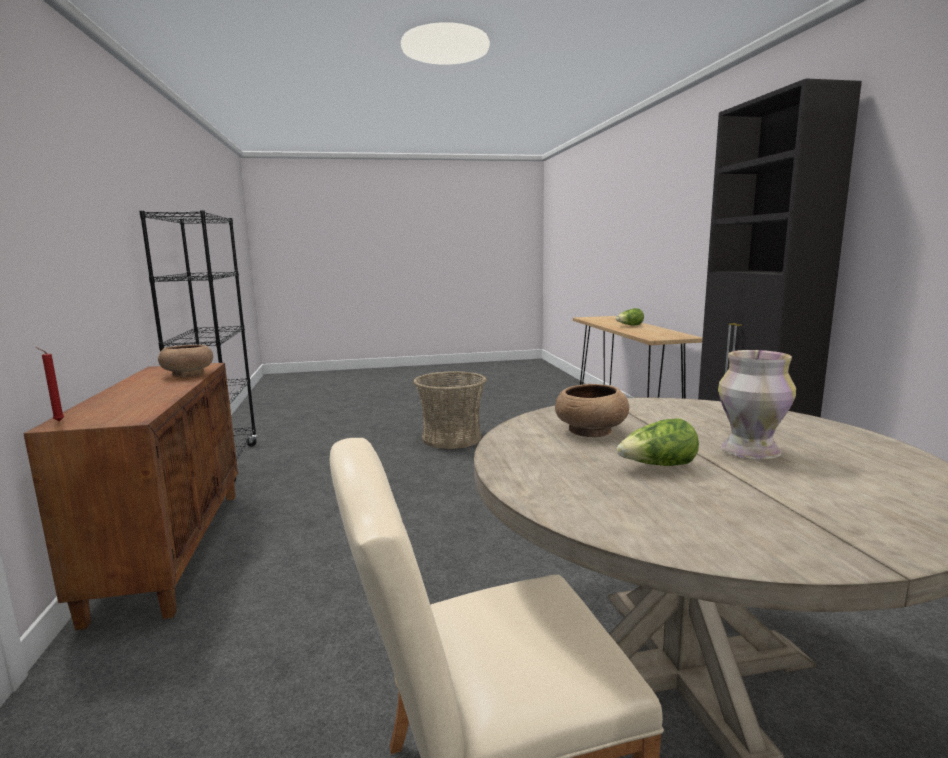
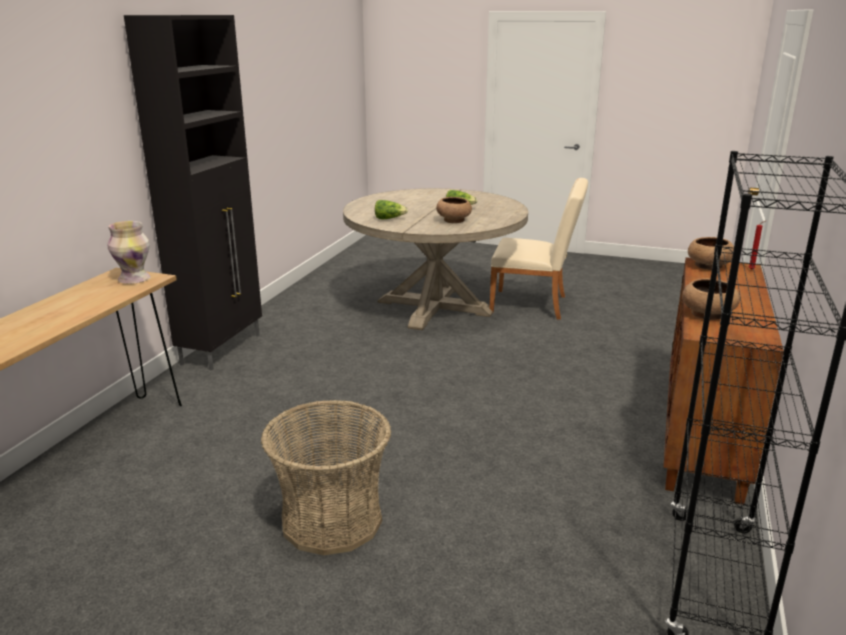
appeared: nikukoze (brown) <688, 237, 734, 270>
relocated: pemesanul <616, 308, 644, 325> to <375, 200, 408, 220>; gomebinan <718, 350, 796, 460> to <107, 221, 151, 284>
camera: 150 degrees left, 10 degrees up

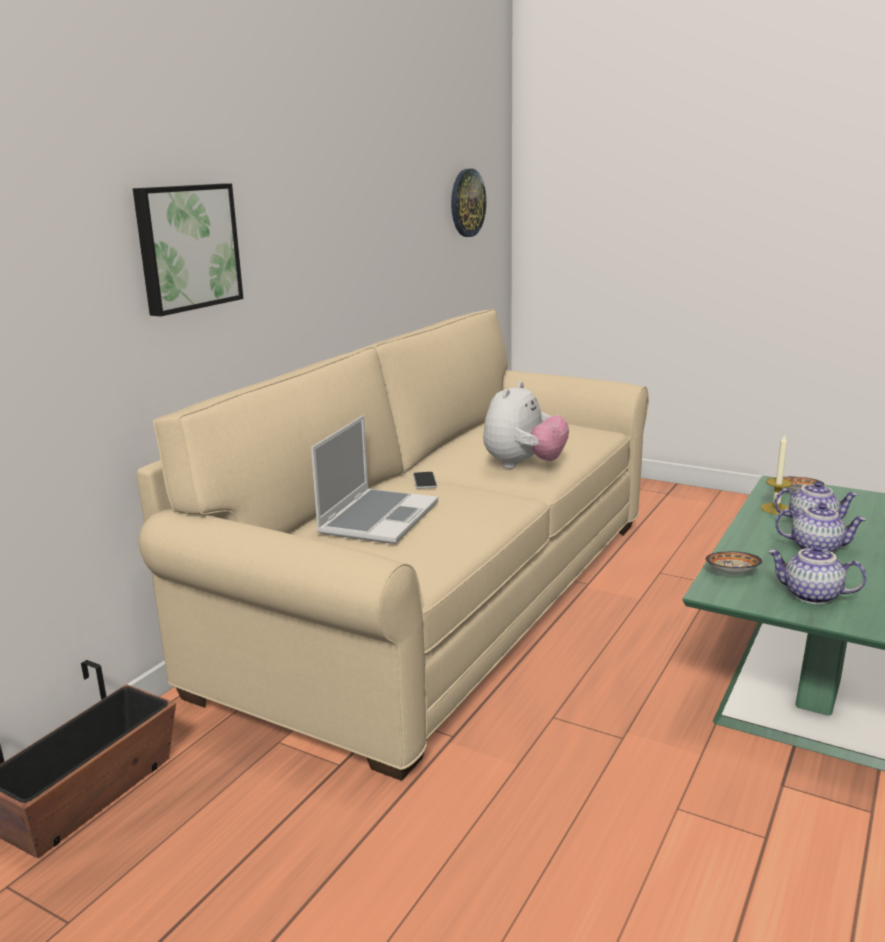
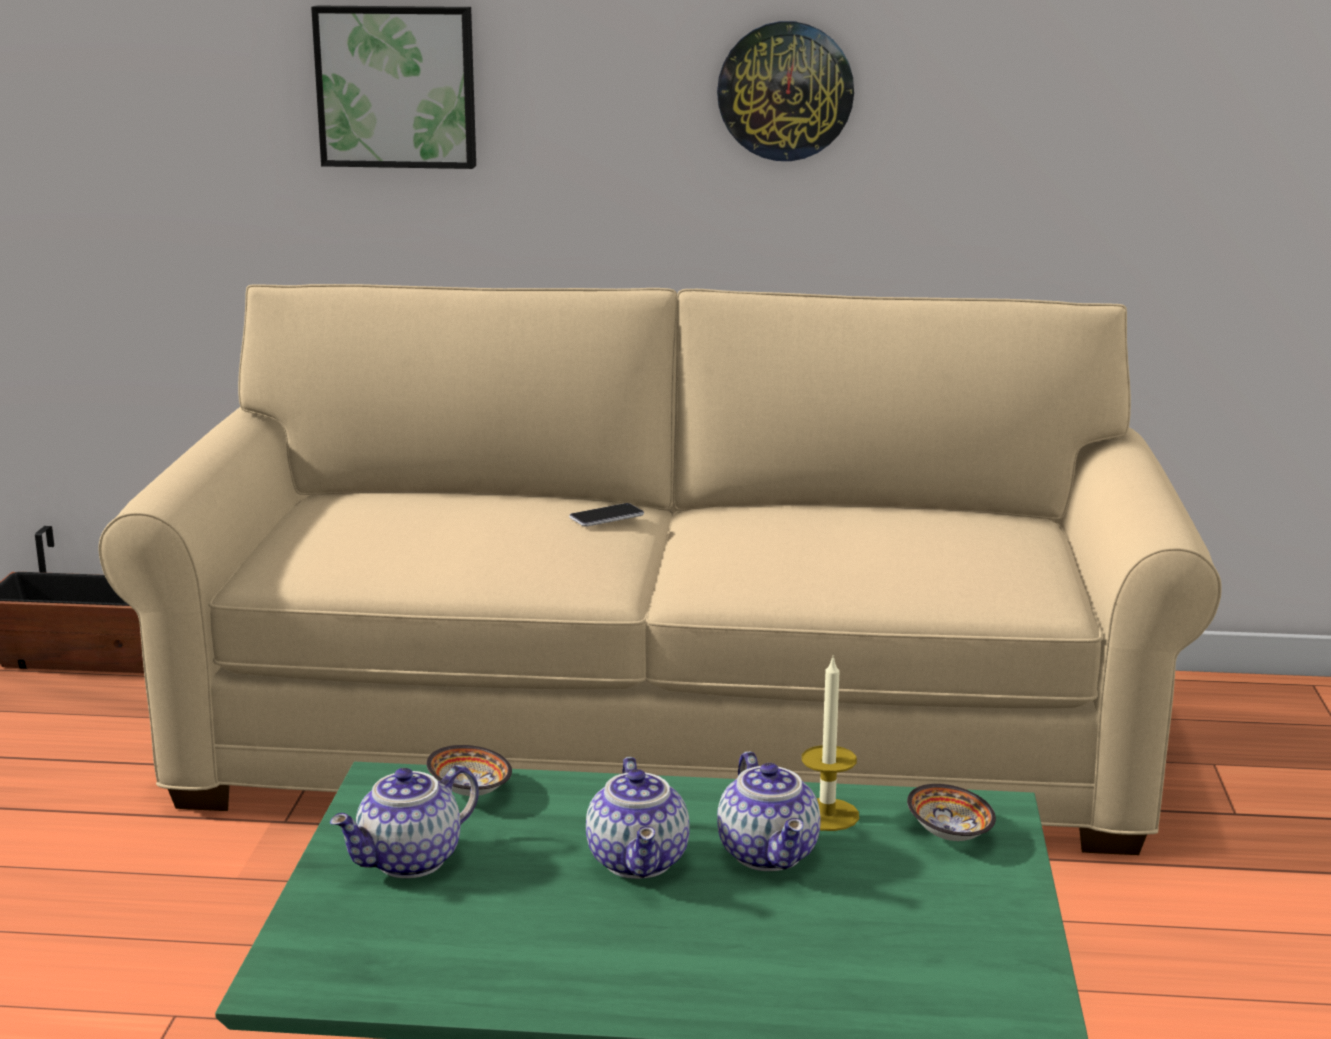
missing: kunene <311, 415, 438, 544>; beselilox <483, 381, 569, 469>
relocated: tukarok <451, 169, 486, 237> to <717, 21, 854, 161>
spun: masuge <768, 545, 867, 604> = <330, 765, 479, 878> 135 degrees counterclockwise
camera: 65 degrees right, 0 degrees up

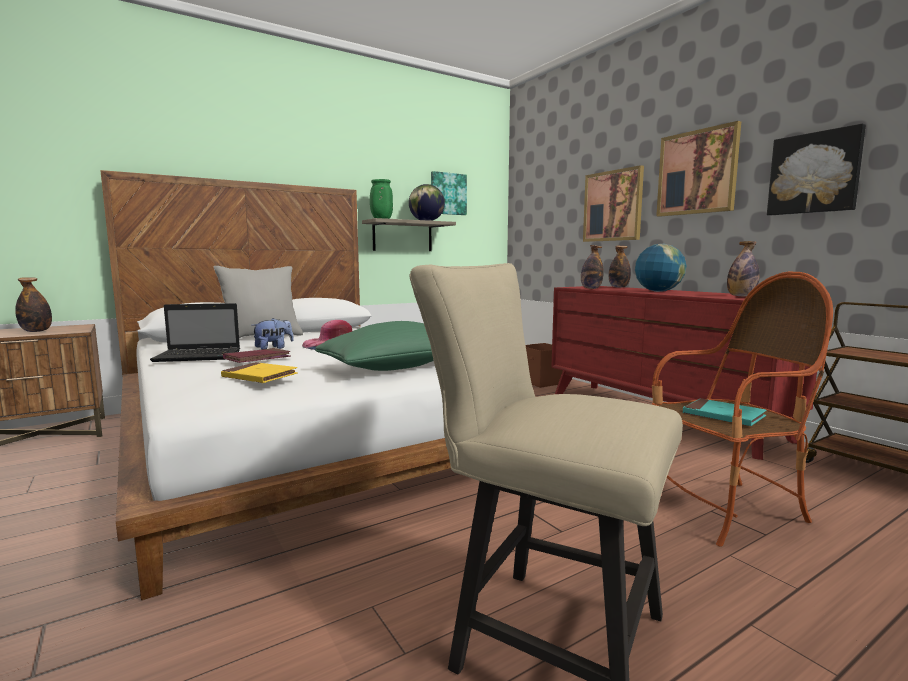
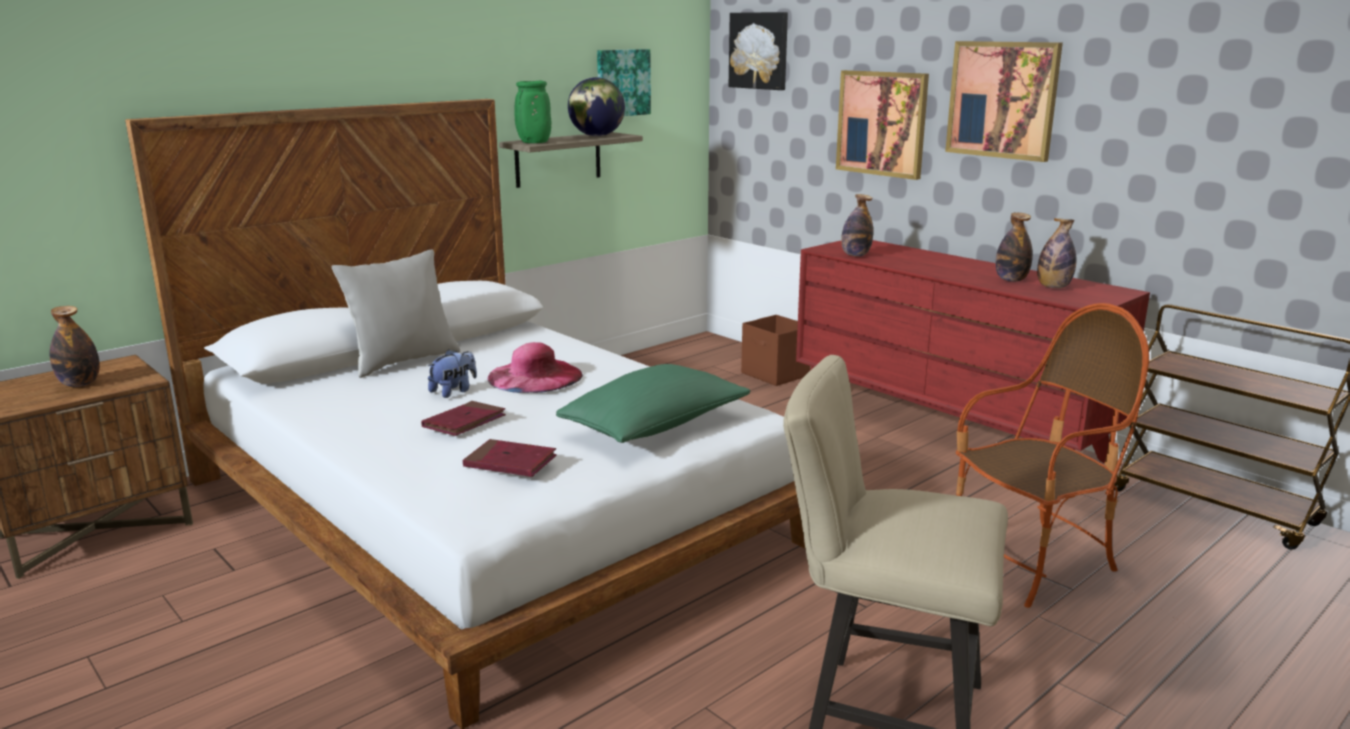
missing: kunene <150, 303, 240, 362>; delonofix <635, 244, 686, 292>; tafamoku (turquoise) <683, 398, 767, 426>
relocated: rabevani <609, 246, 631, 288> to <996, 213, 1033, 282>; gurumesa <767, 124, 866, 215> to <729, 12, 788, 90>
colour: tafamoku (yellow) <221, 362, 298, 383> to tafamoku (red) <463, 439, 557, 477>
camera: 10 degrees left, 10 degrees up

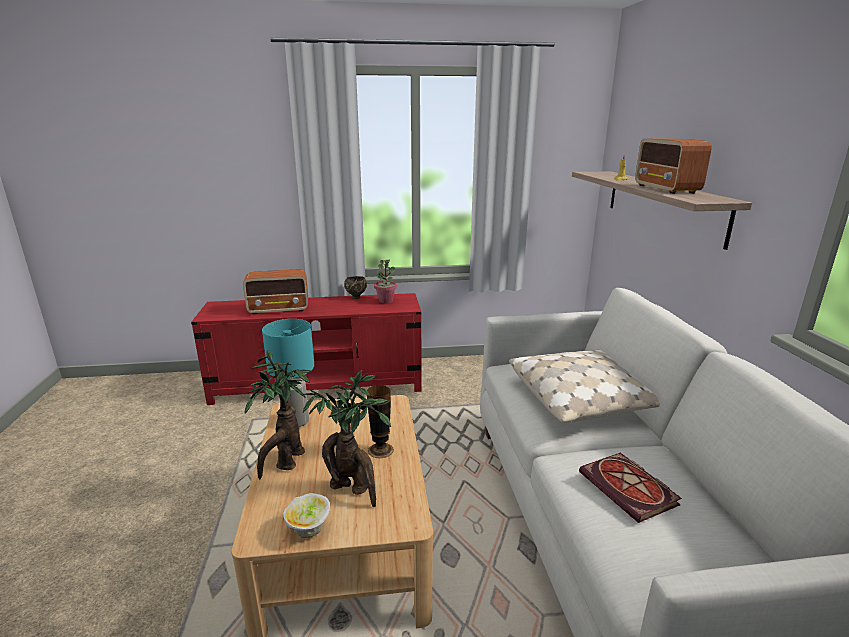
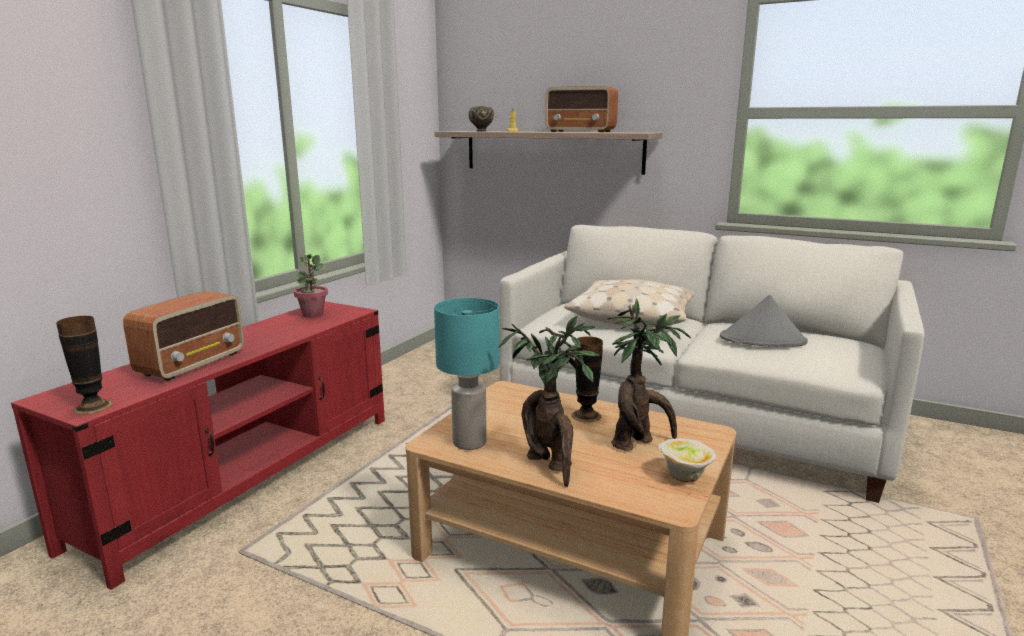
appeared: gomebinan <56, 316, 113, 415>
relocated: nikukoze (brown) <344, 276, 367, 299> to <468, 106, 494, 131>
exchanged: tafamoku <579, 453, 682, 523> to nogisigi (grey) <720, 295, 808, 347>
camera: 55 degrees left, 5 degrees down

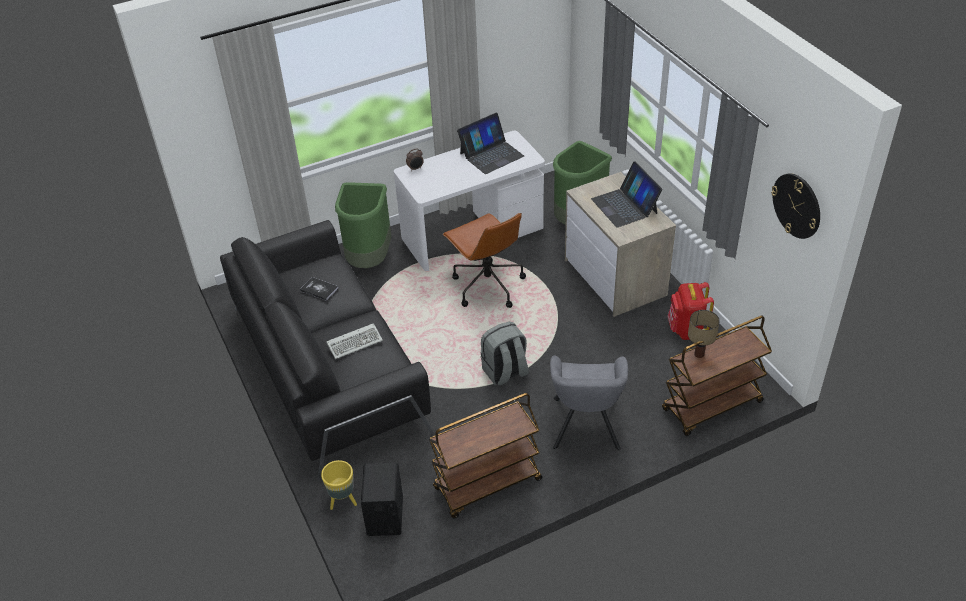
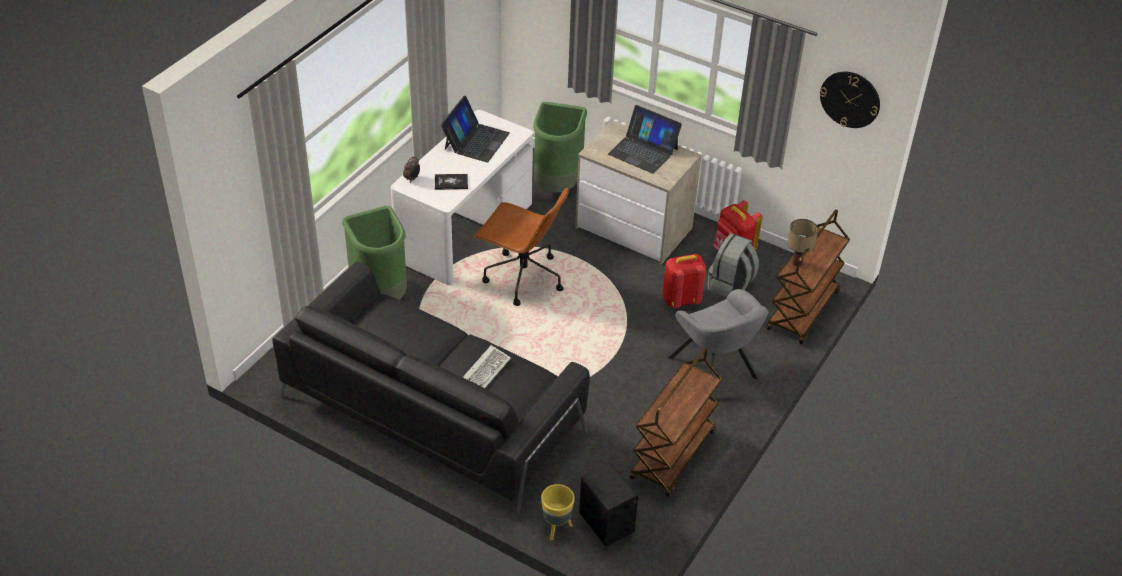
appeared: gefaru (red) <662, 254, 706, 308>
relocated: tafamoku <300, 277, 338, 301> to <435, 174, 468, 190>; gefaru (grey) <481, 322, 529, 386> to <707, 233, 759, 298>
camera: 35 degrees left, 0 degrees up

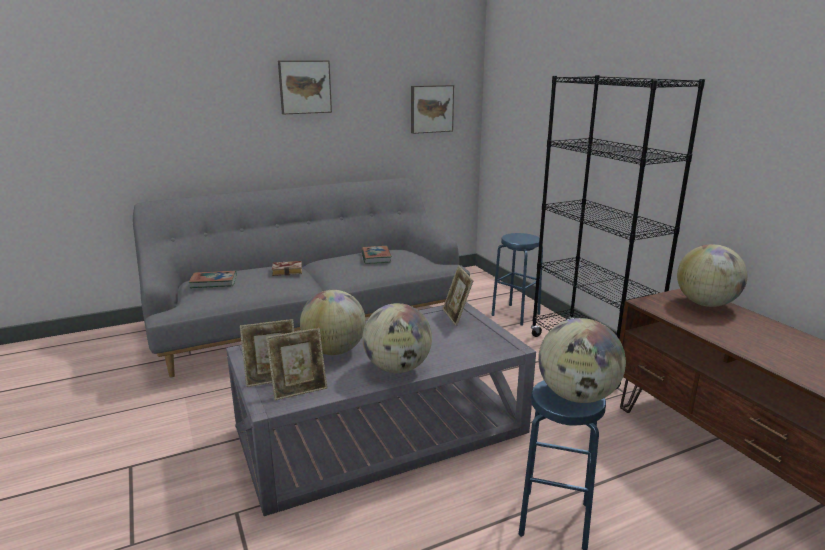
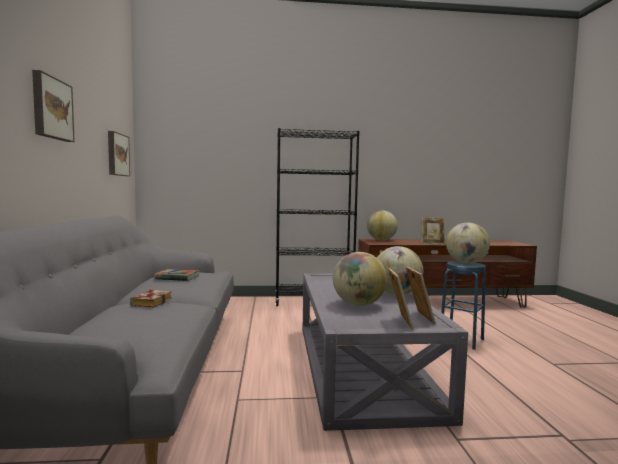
missing: tafamoku <189, 270, 237, 288>; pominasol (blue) <492, 233, 543, 326>
relocated: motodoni <443, 265, 473, 326> to <421, 217, 445, 245>
camera: 70 degrees left, 15 degrees down

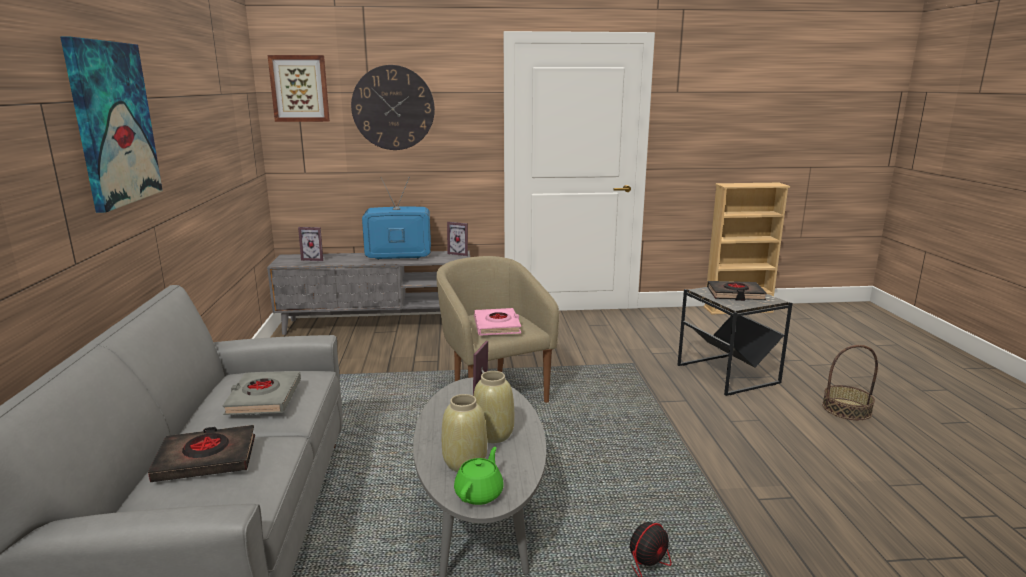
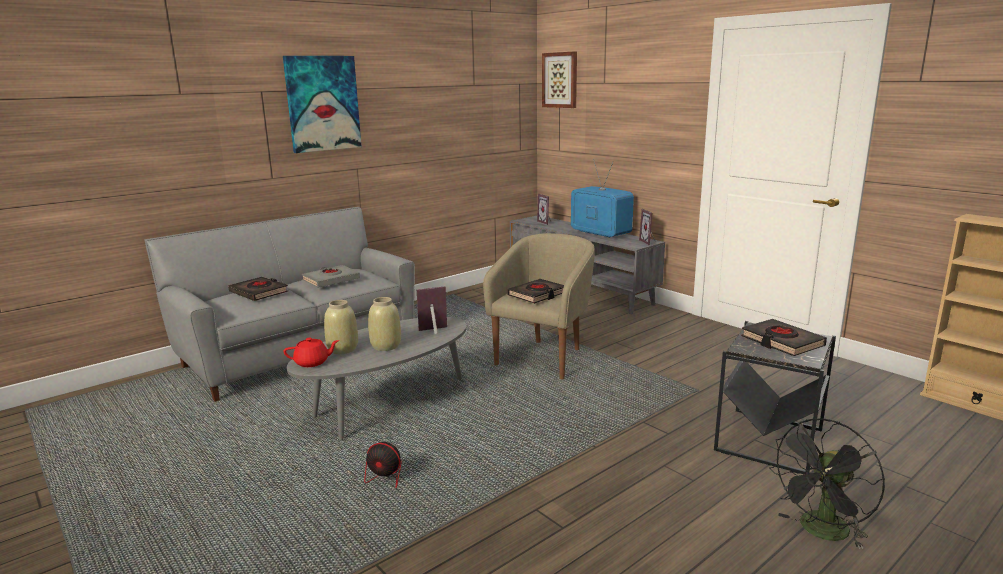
missing: tukarok <351, 65, 435, 150>
exchanged: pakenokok <822, 345, 878, 420> to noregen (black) <769, 418, 885, 549>
colour: masuge (green) <454, 447, 503, 505> to masuge (red) <283, 337, 339, 367>; tafamoku (pink) <474, 308, 521, 336> to tafamoku (black) <507, 279, 564, 304>
camera: 55 degrees right, 0 degrees up

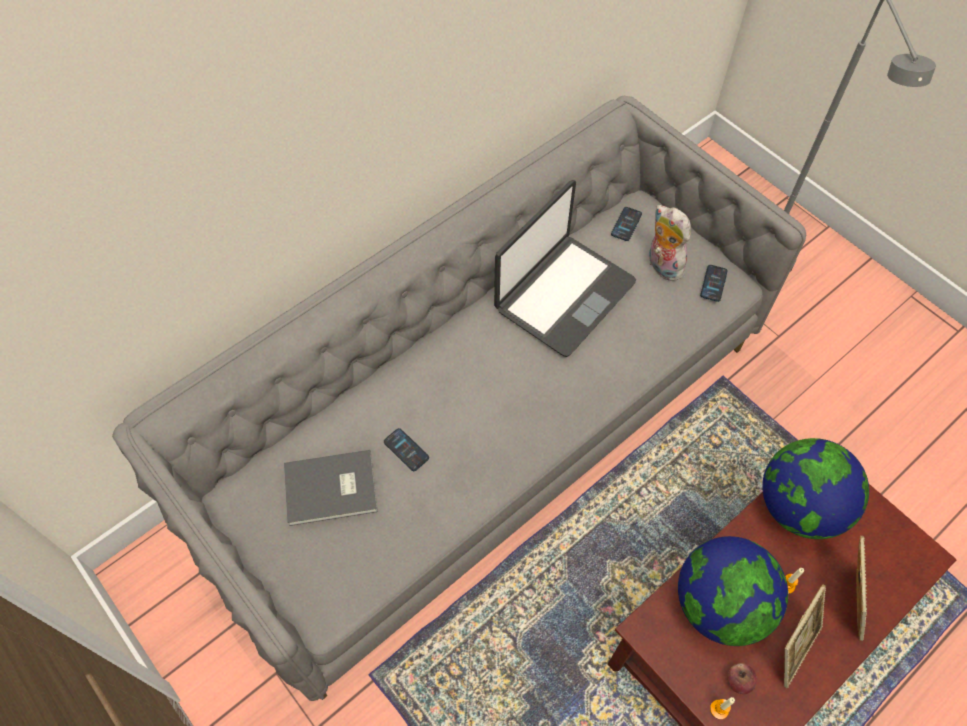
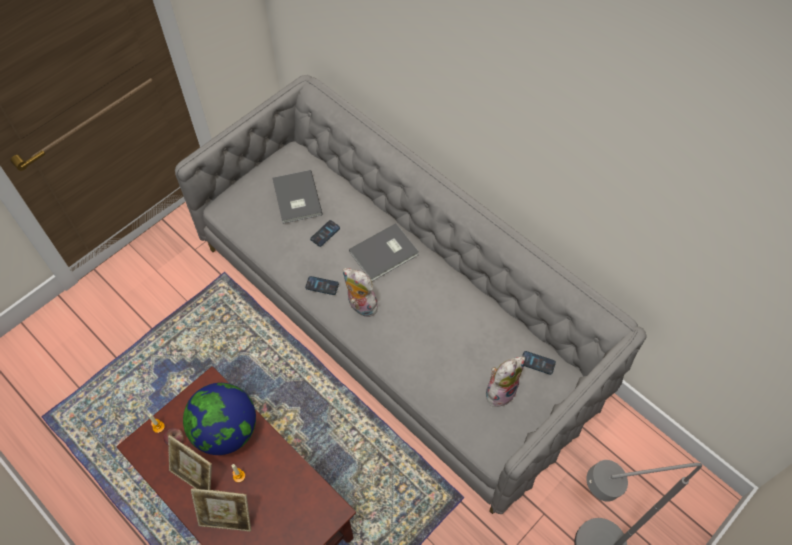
missing: kunene <494, 180, 636, 357>; delonofix <762, 438, 869, 539>
appeared: beselilox <343, 268, 382, 317>; tafamoku (grey) <349, 223, 419, 281>
relocated: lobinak <700, 265, 727, 302> to <305, 276, 339, 295>
camera: 85 degrees right, 0 degrees up

